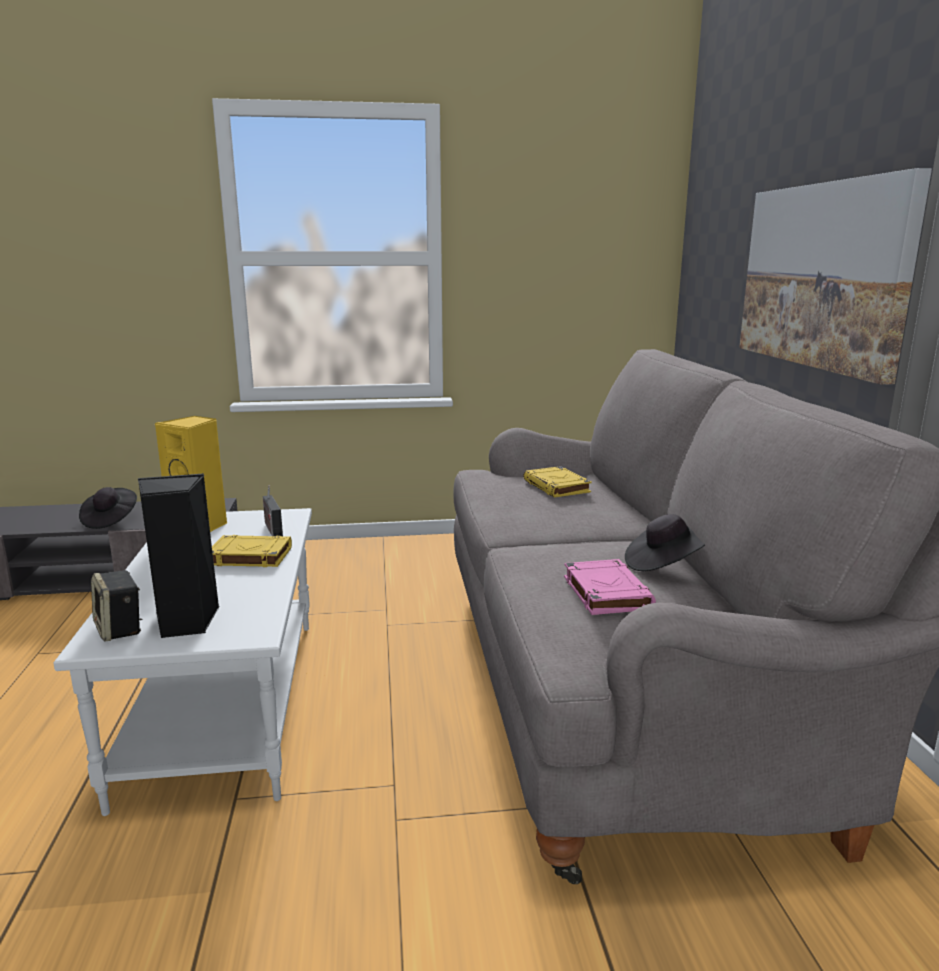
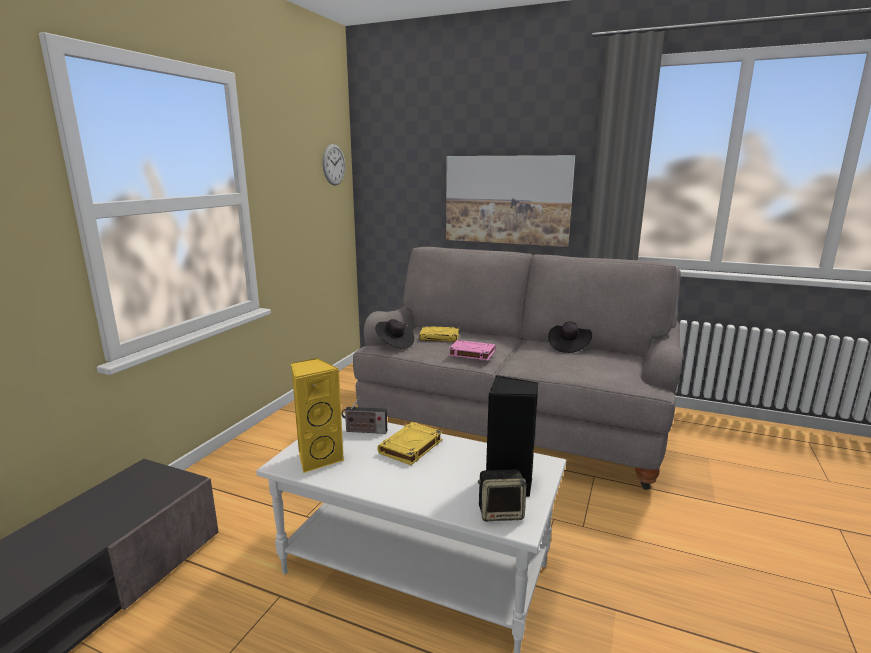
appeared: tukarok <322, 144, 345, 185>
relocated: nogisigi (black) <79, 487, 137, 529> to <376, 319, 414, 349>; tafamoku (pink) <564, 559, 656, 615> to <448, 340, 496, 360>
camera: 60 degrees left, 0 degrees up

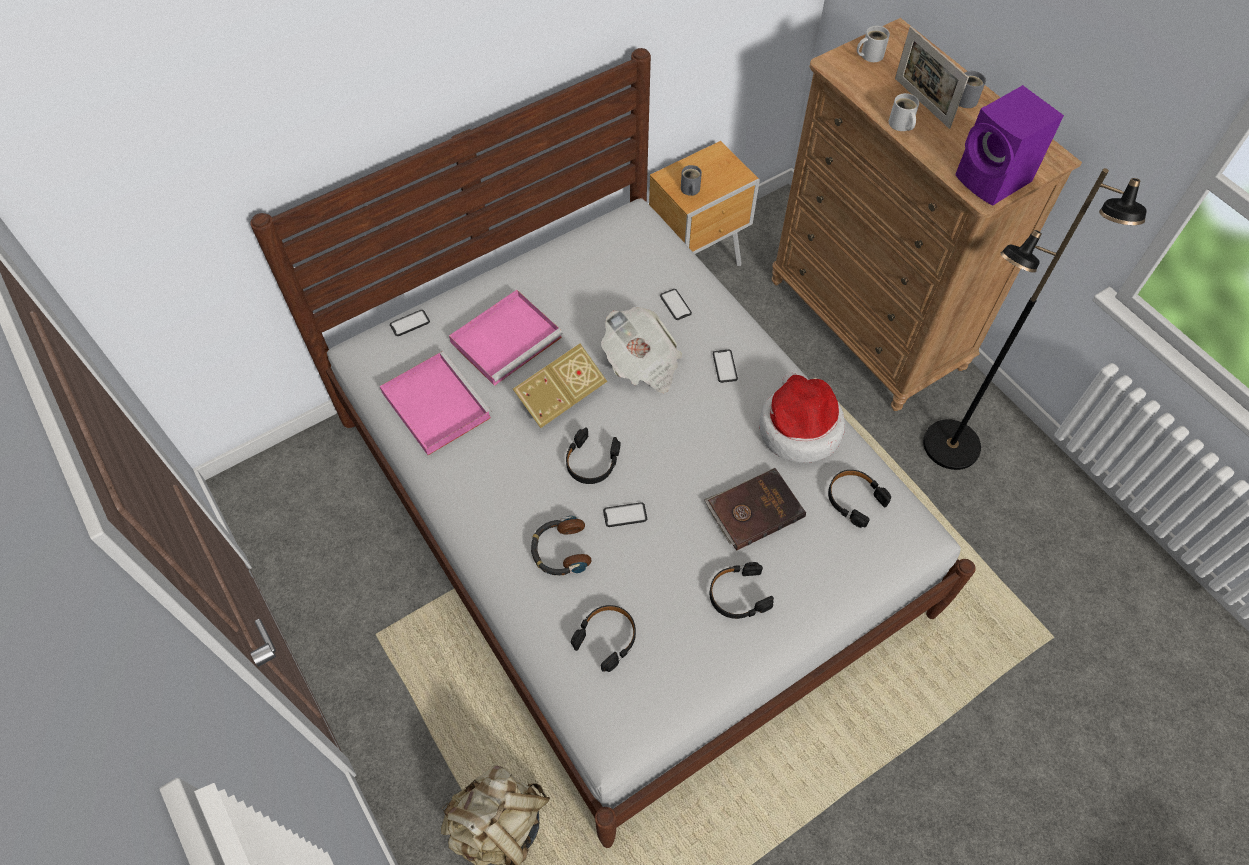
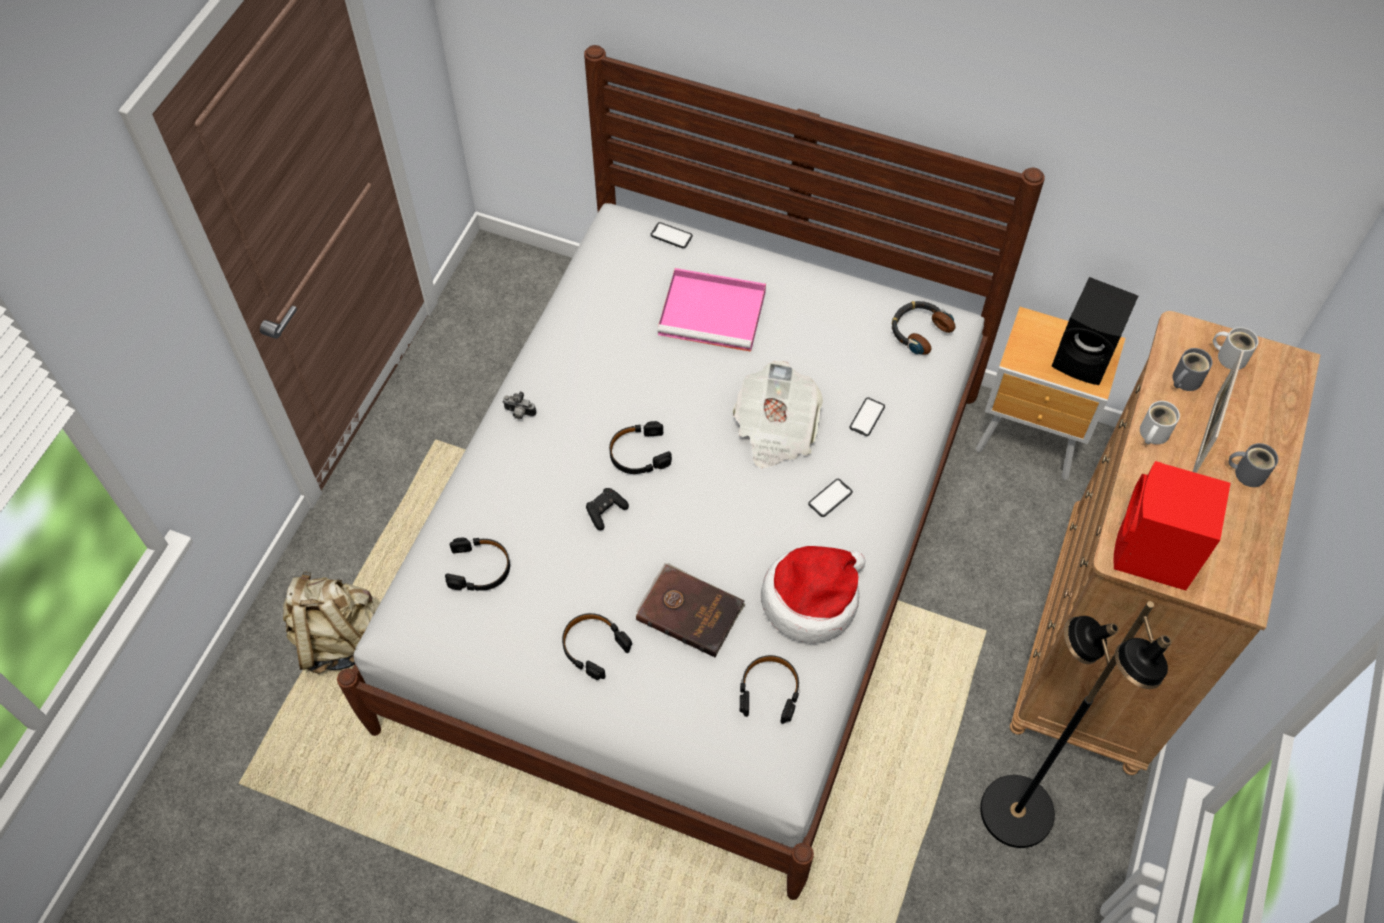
missing: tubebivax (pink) <380, 351, 492, 455>; tafamoku <513, 343, 607, 428>
appeared: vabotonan <502, 391, 536, 419>; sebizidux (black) <1052, 277, 1138, 385>
relocated: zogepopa <531, 516, 591, 576> to <892, 301, 956, 355>; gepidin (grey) <681, 165, 702, 196> to <1173, 348, 1213, 391>
exchanged: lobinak <603, 502, 647, 527> to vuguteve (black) <586, 488, 629, 530>
colour: sebizidux (purple) <955, 85, 1064, 206> to sebizidux (red) <1113, 461, 1231, 591>
camera: 55 degrees right, 0 degrees up

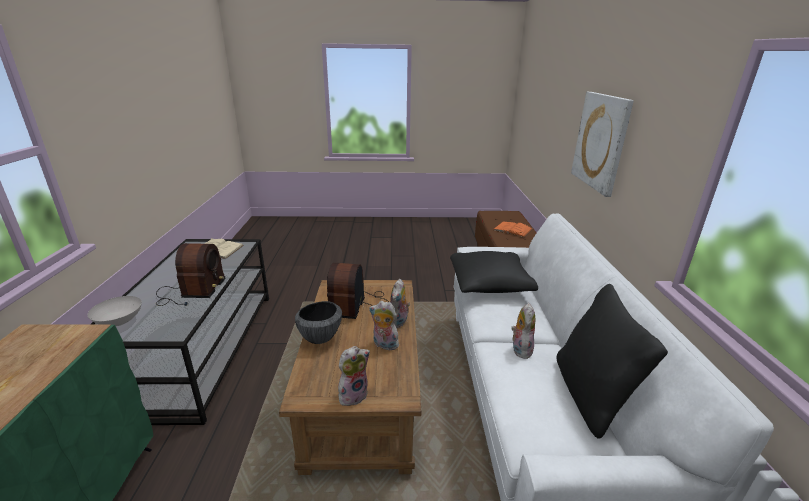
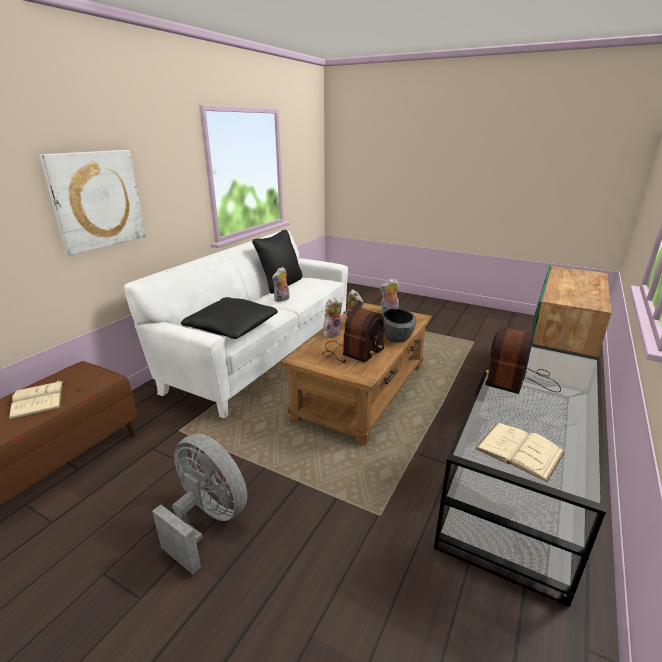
missing: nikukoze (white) <88, 296, 142, 326>
appeared: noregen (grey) <152, 433, 247, 574>
colour: tafamoku (orange) <493, 221, 532, 237> to tafamoku (beige) <9, 380, 63, 420>
camera: 150 degrees left, 0 degrees up

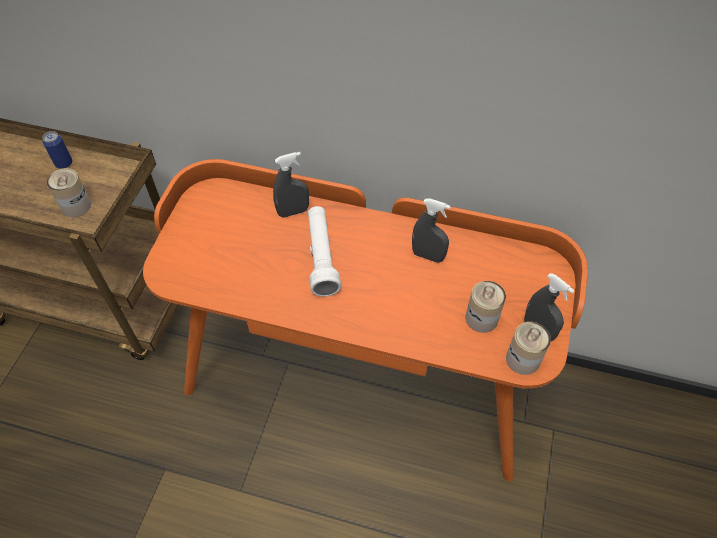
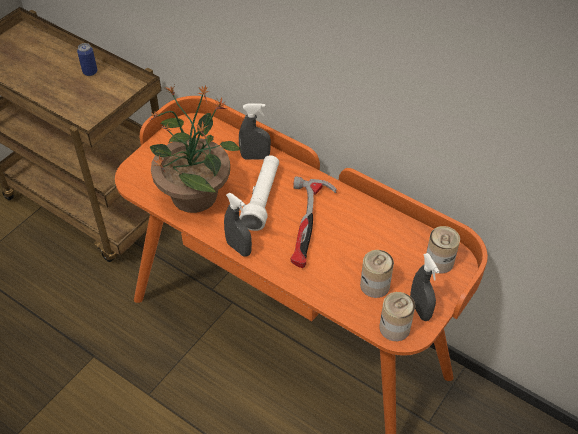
appeared: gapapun <150, 85, 241, 213>; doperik <290, 176, 337, 268>
relocated: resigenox <47, 168, 91, 217> to <426, 226, 460, 273>; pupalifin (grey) <412, 198, 451, 263> to <224, 193, 252, 257>
camera: 20 degrees right, 5 degrees down

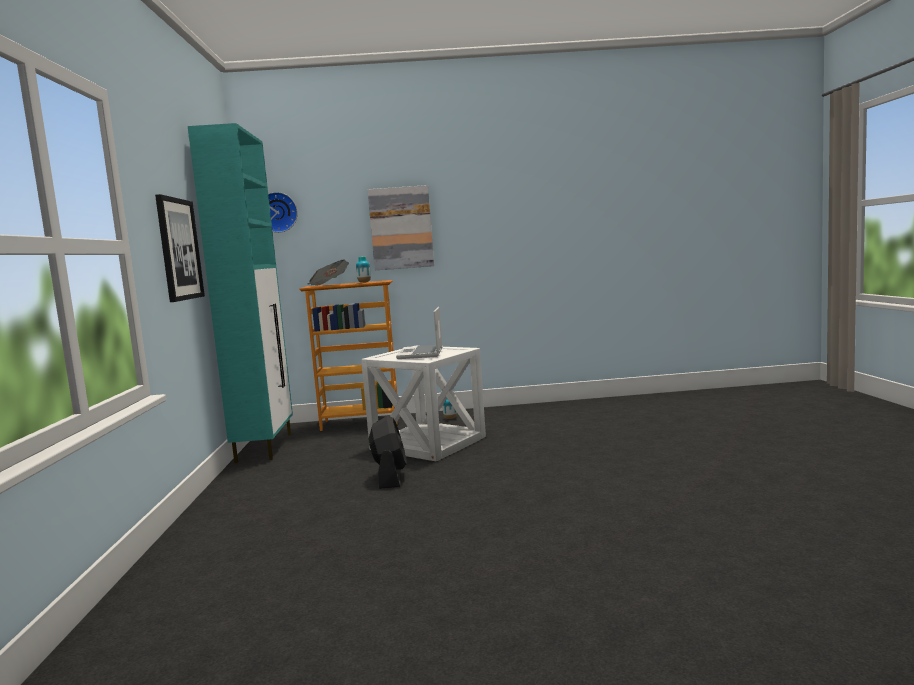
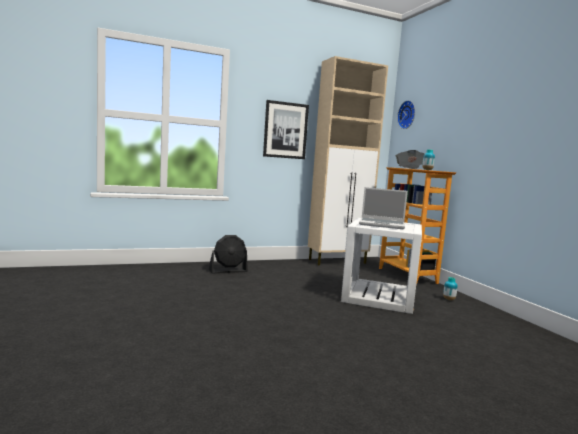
missing: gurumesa <368, 185, 434, 270>
relocated: noregen (black) <368, 416, 407, 489> to <209, 235, 248, 274>
colour: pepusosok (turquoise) <188, 123, 293, 463> to pepusosok (beige) <308, 56, 388, 265>
spun: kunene <396, 307, 443, 359> = <359, 187, 408, 229> 150 degrees counterclockwise
camera: 70 degrees right, 0 degrees up

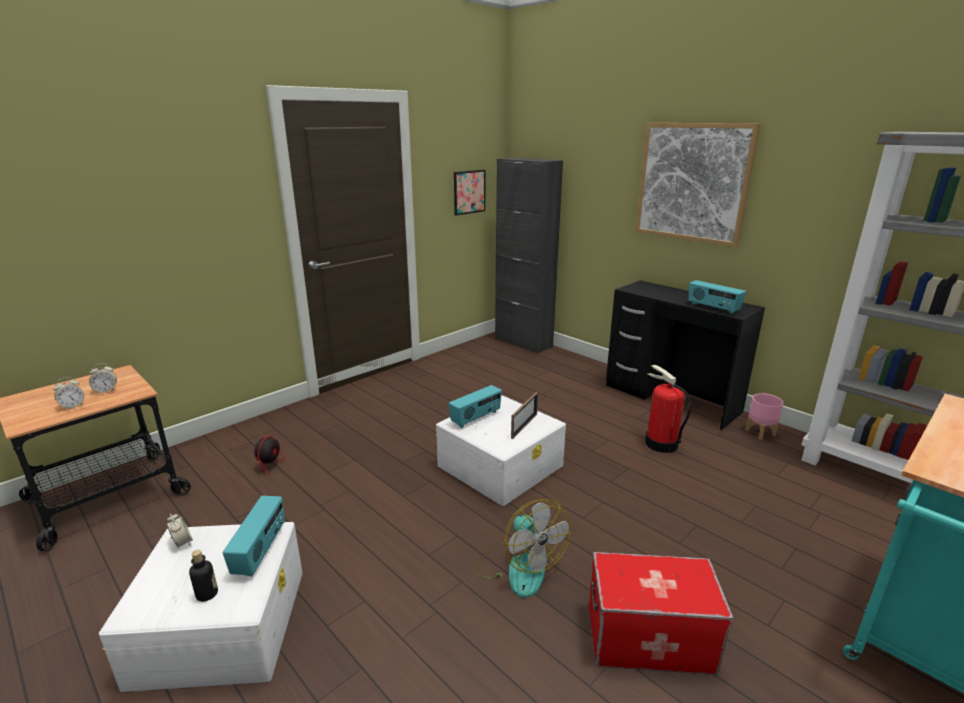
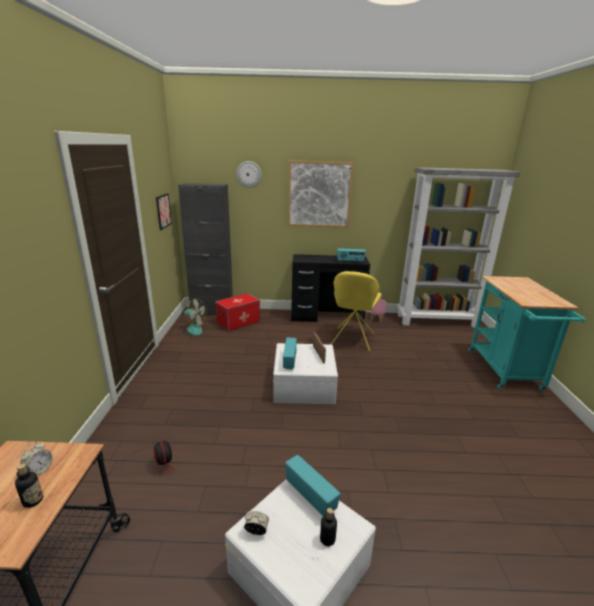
appeared: tukarok <236, 161, 262, 188>
relocated: noregen <476, 499, 571, 598> to <174, 298, 207, 337>; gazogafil <589, 552, 733, 675> to <215, 293, 260, 331>
exchanged: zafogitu <53, 377, 85, 410> to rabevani <15, 463, 43, 508>; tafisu <645, 365, 691, 453> to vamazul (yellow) <331, 271, 382, 351>
camera: 45 degrees left, 0 degrees up

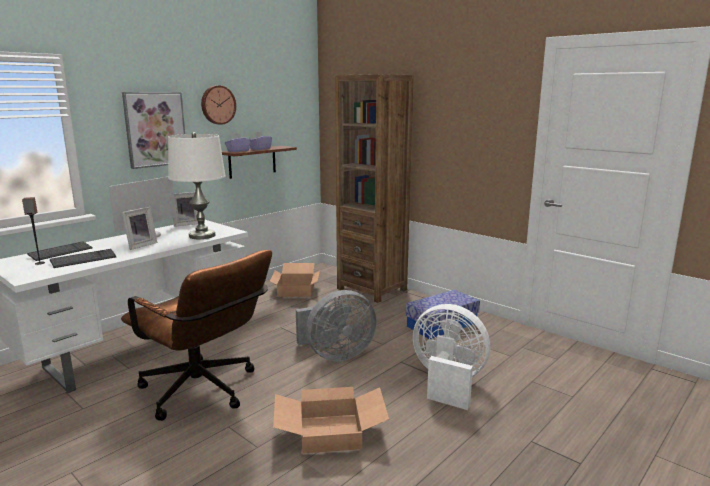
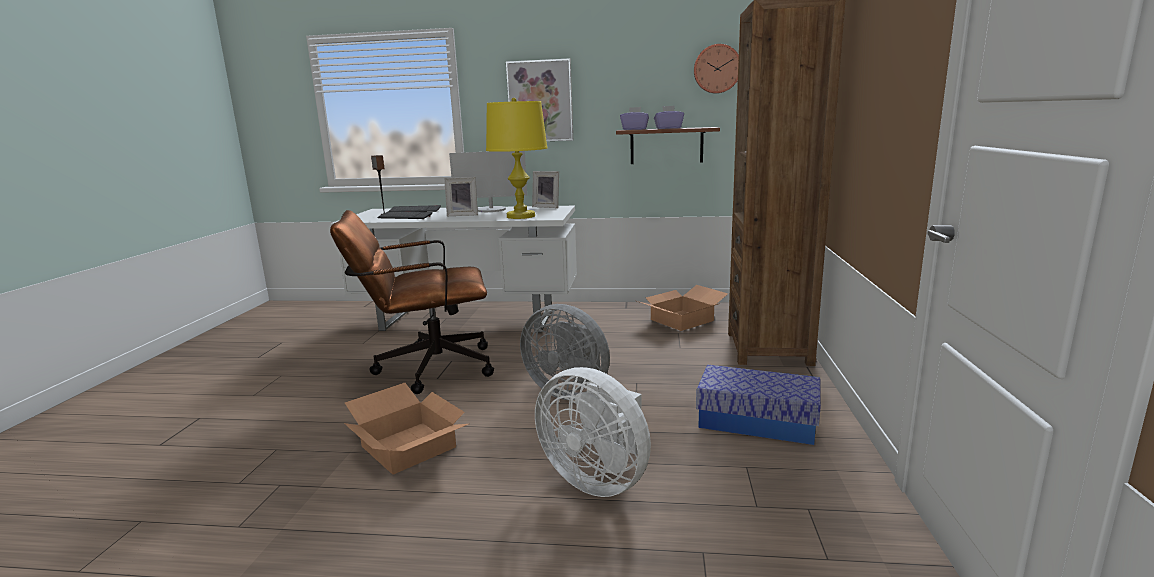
relocated: tukarok <201, 85, 236, 125> to <694, 44, 739, 93>
colour: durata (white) <168, 132, 226, 239> to durata (yellow) <486, 98, 547, 219>
spun: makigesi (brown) <121, 250, 272, 421> = <330, 210, 494, 394> 75 degrees clockwise; noregen (white) <413, 304, 490, 410> = <535, 367, 651, 497> 135 degrees clockwise
camera: 55 degrees right, 0 degrees up

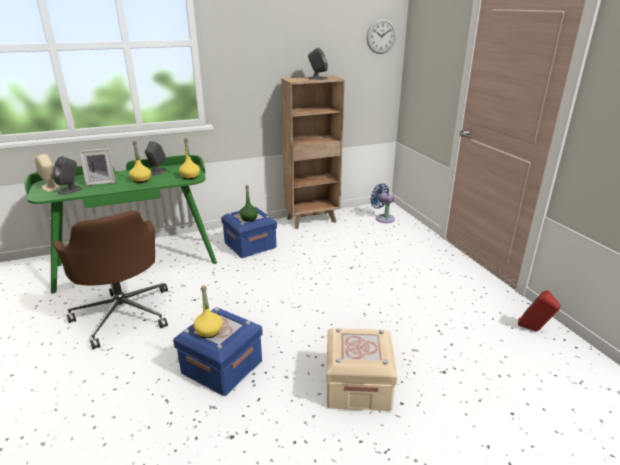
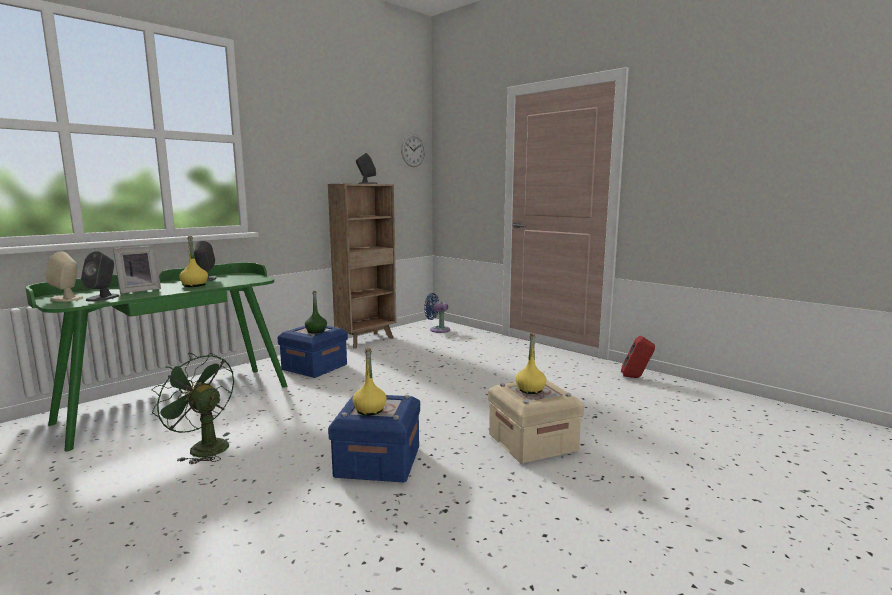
relocated: rabevani (yellow) <179, 138, 200, 180> to <515, 333, 546, 394>
exchanged: makigesi (brown) <52, 210, 168, 350> to noregen (green) <151, 353, 234, 464>
camera: 25 degrees left, 15 degrees down

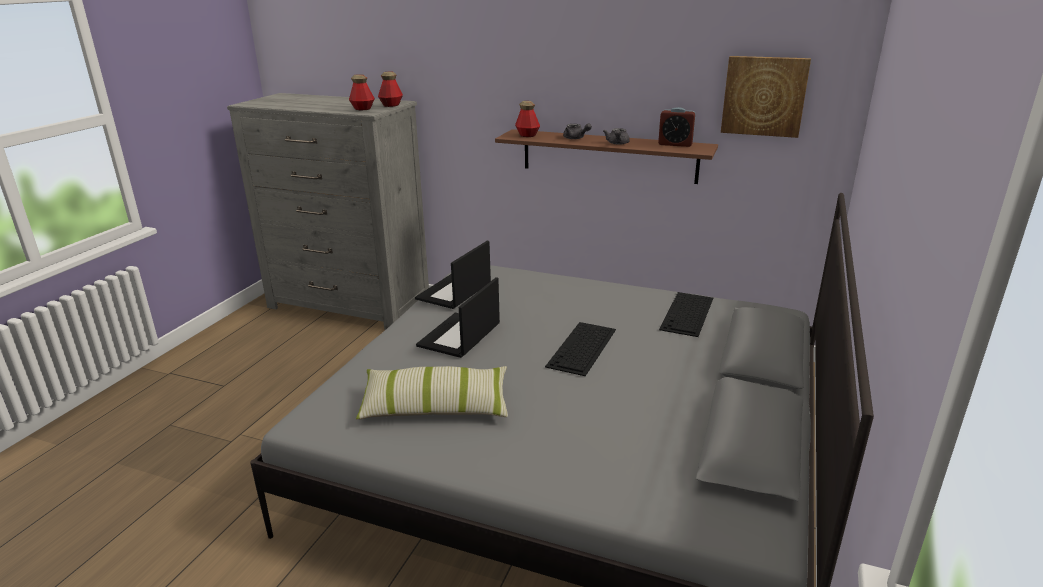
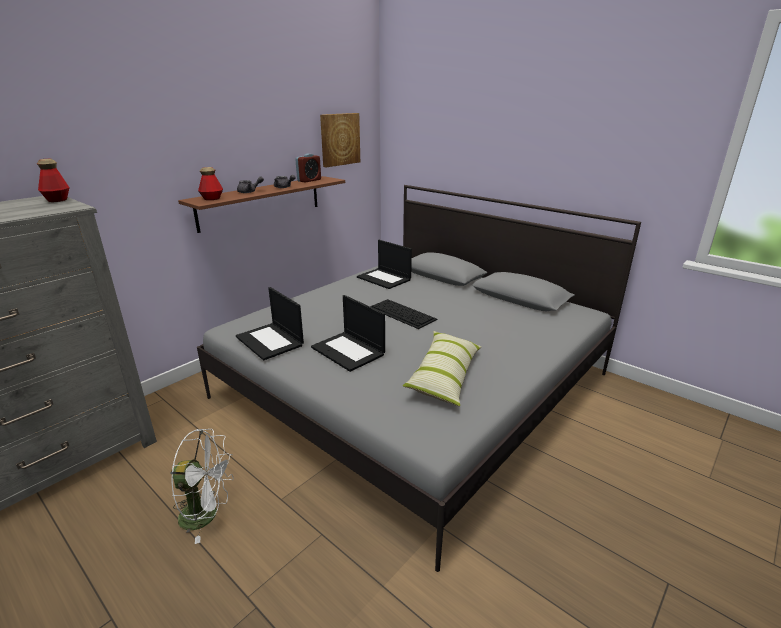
missing: rabevani <349, 74, 375, 110>
appeared: noregen (white) <171, 429, 234, 544>
exchanged: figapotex <659, 292, 713, 337> to kunene <357, 240, 412, 289>
camera: 70 degrees left, 0 degrees up

